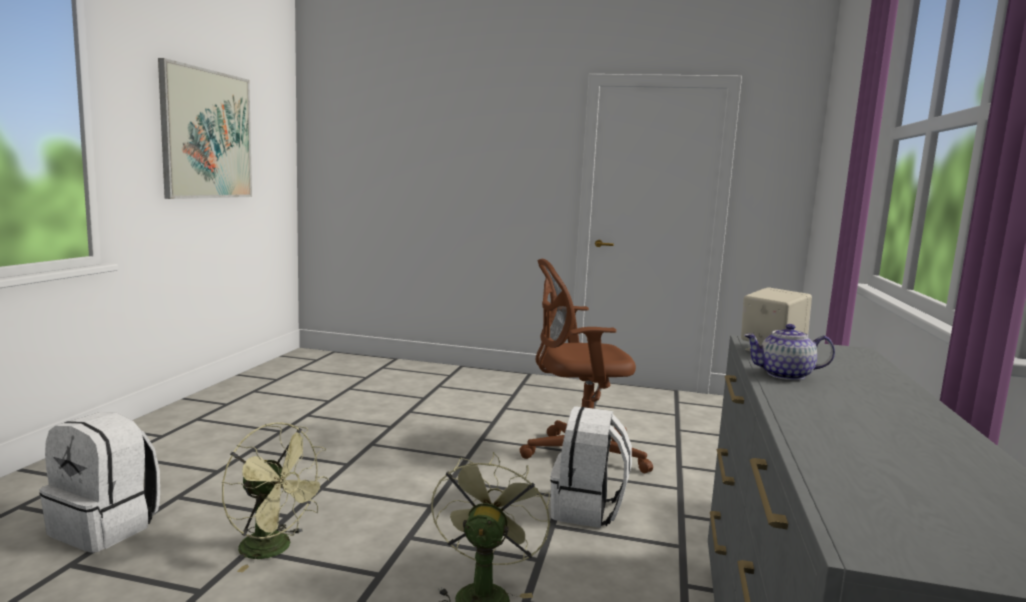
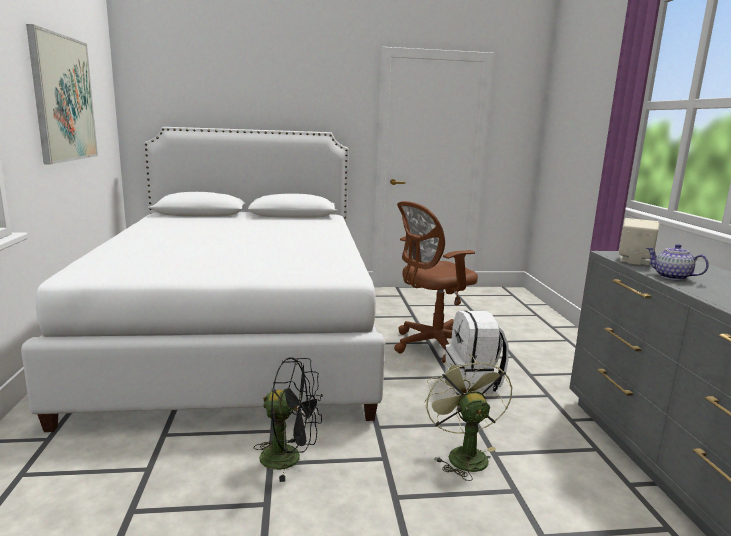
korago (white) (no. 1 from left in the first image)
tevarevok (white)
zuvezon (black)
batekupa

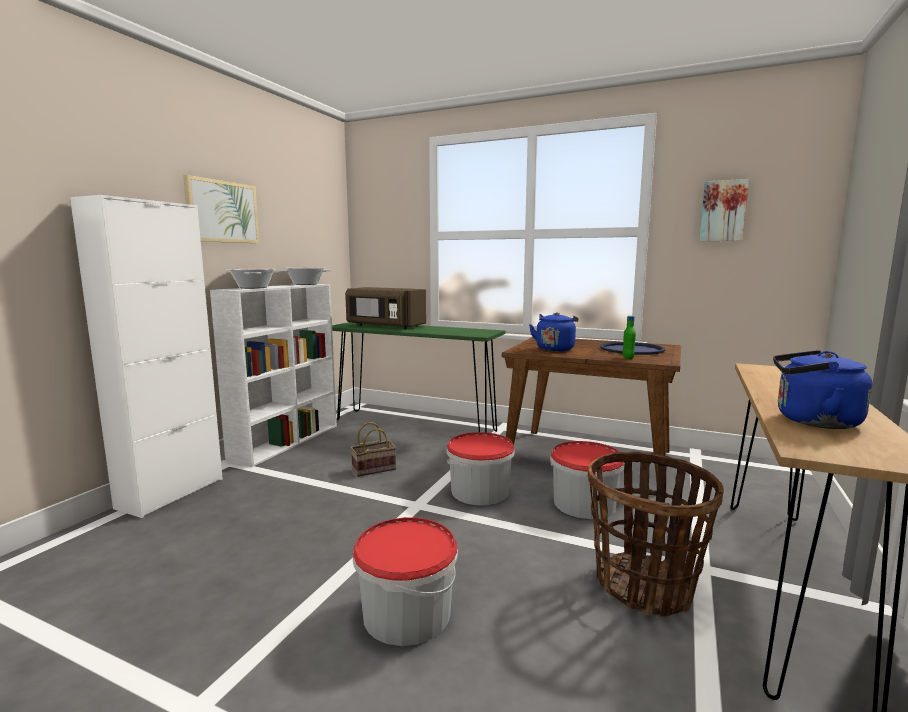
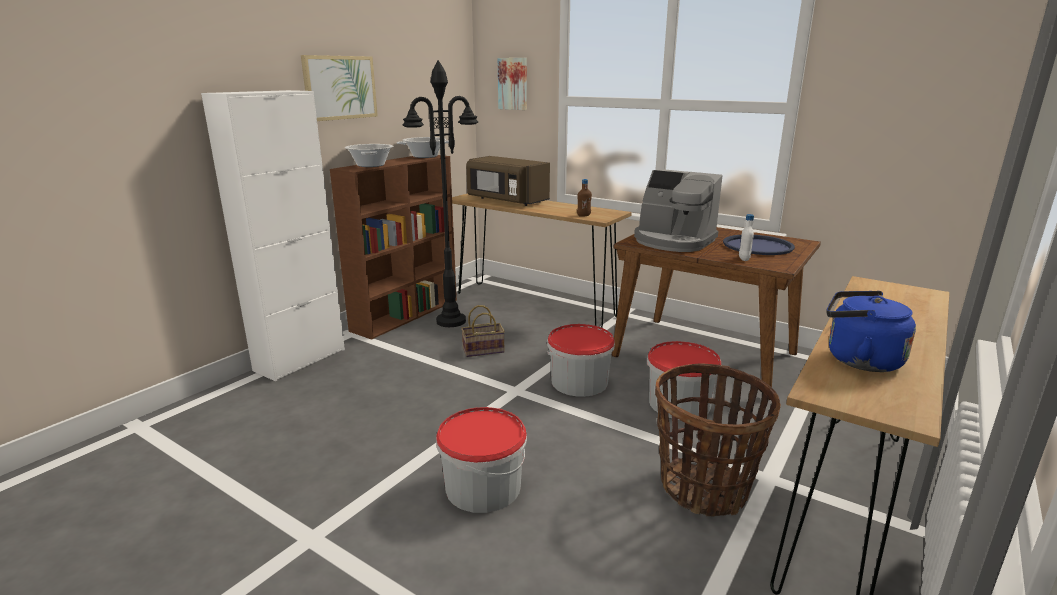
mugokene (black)
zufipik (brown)
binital (no. 2 from left)
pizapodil
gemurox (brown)
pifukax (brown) (no. 1 from left)
zufipik (white)

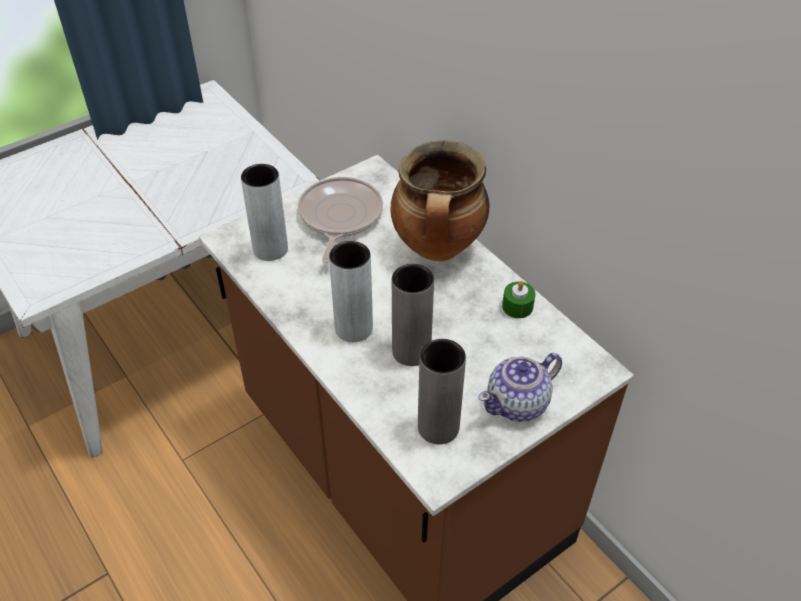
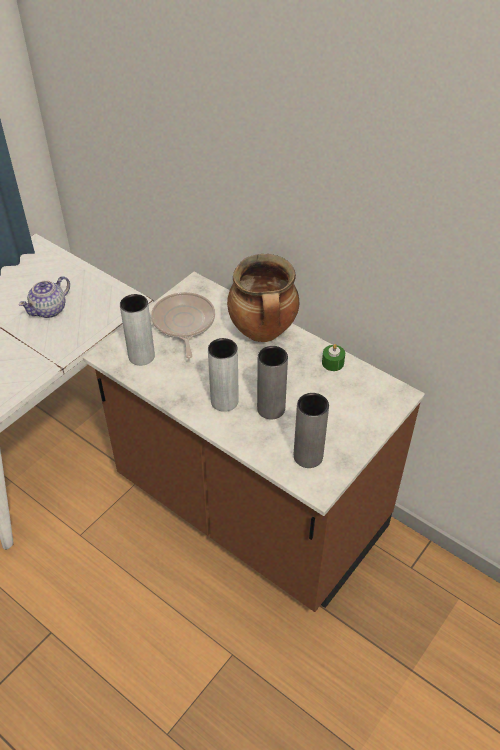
batekupa

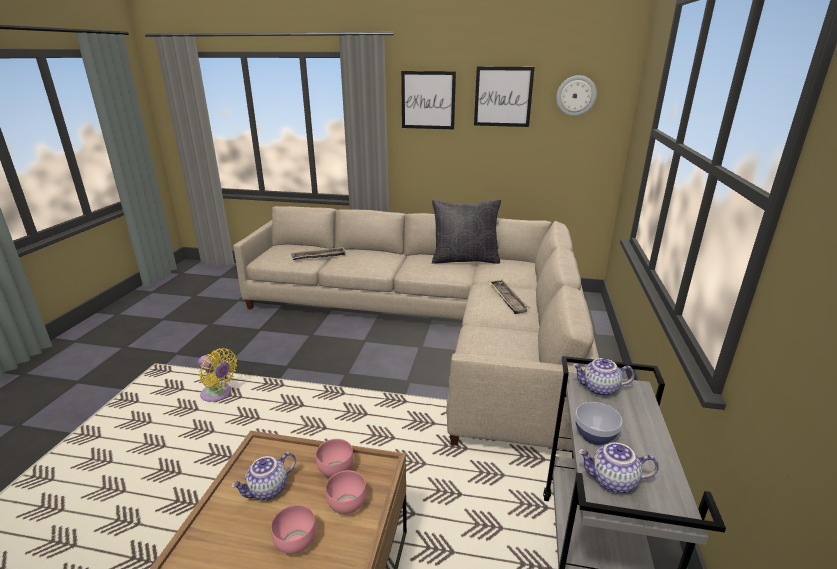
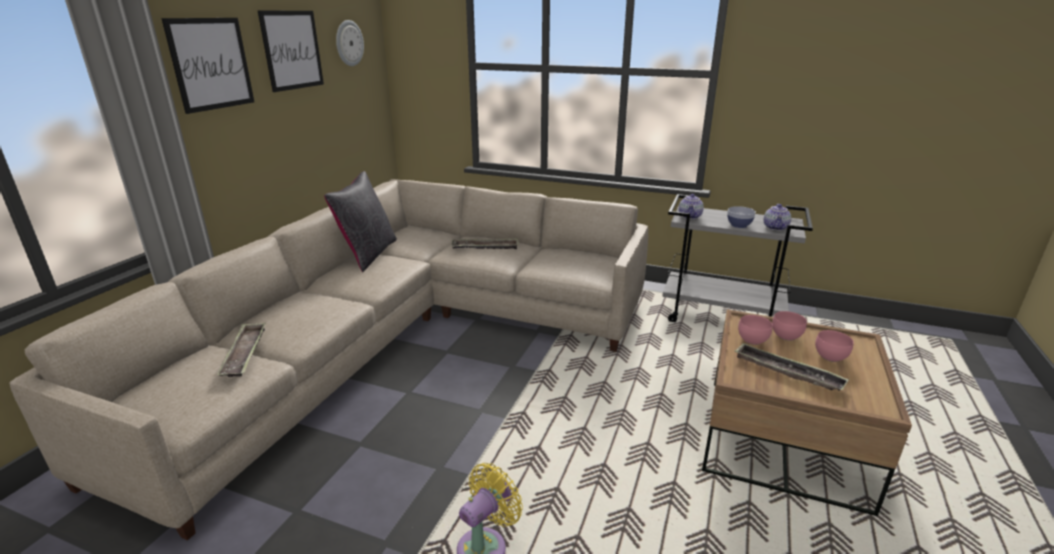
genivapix (no. 3 from left)

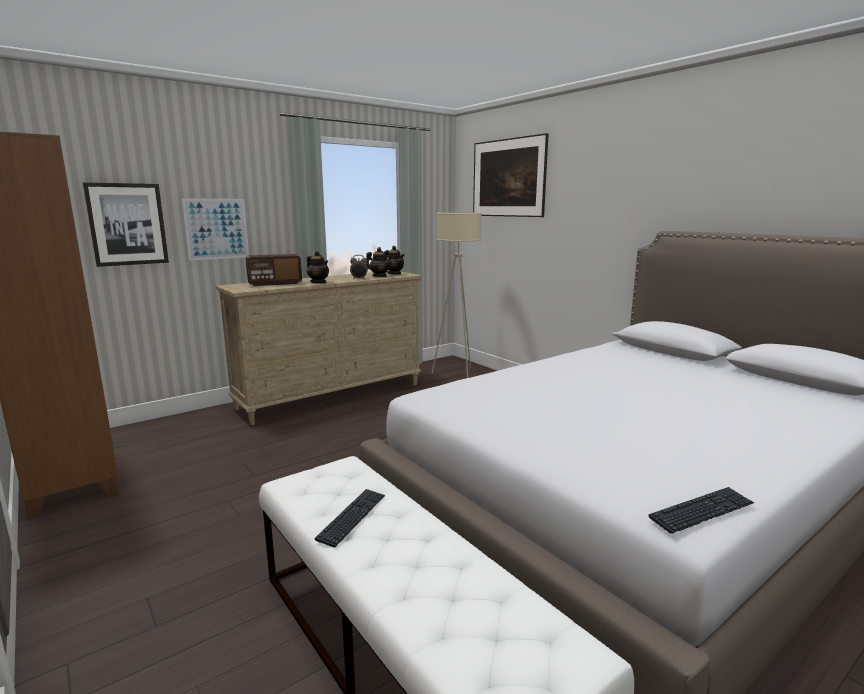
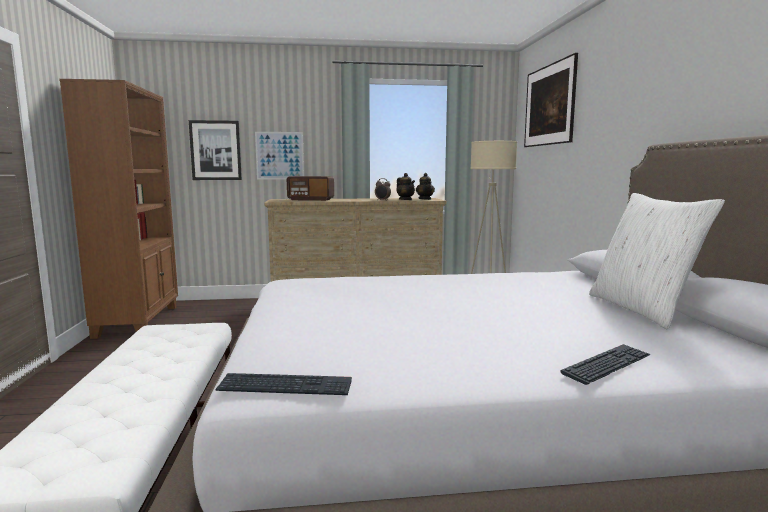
batekupa (no. 1 from left in the first image)
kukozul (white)
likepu (no. 2 from left)

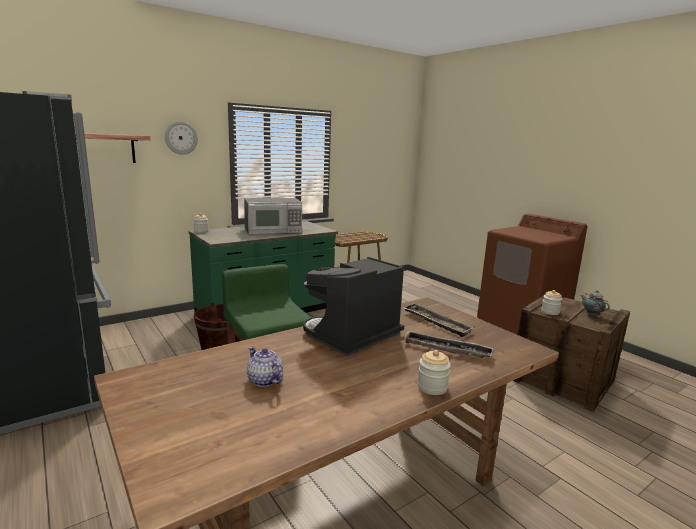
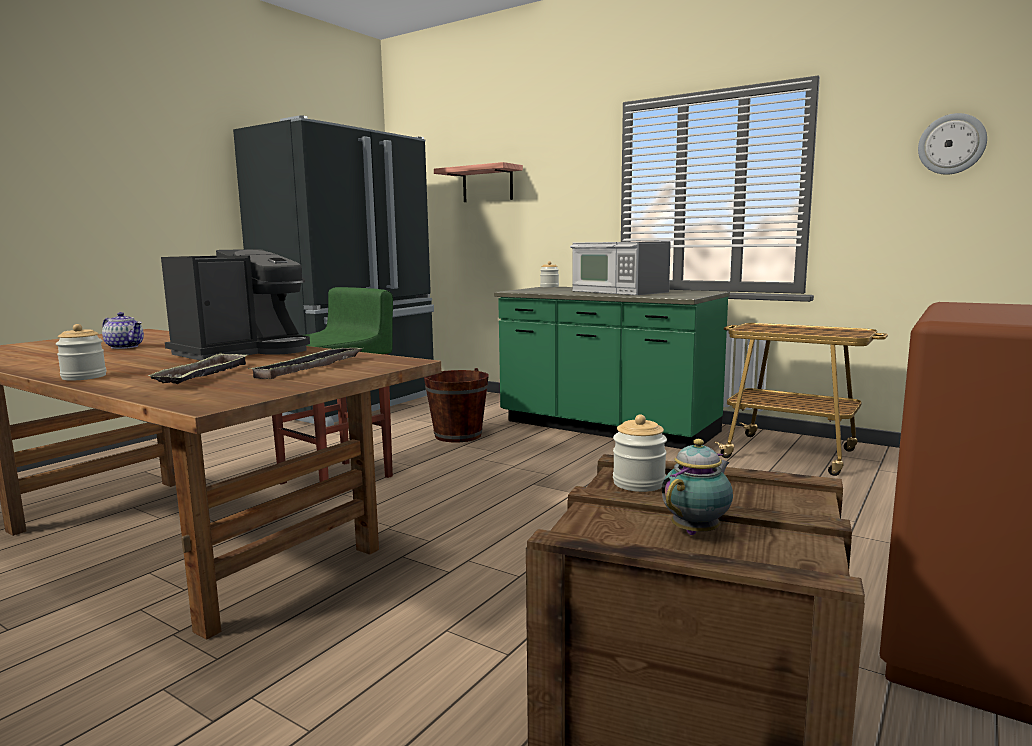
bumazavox
batekupa (no. 1 from left)
pizapodil

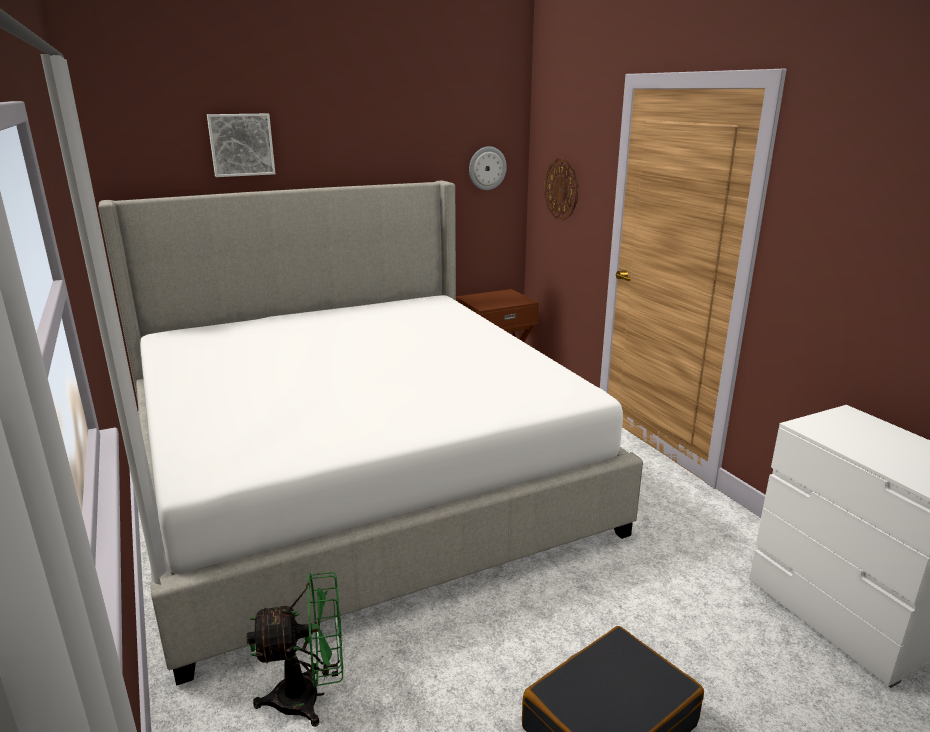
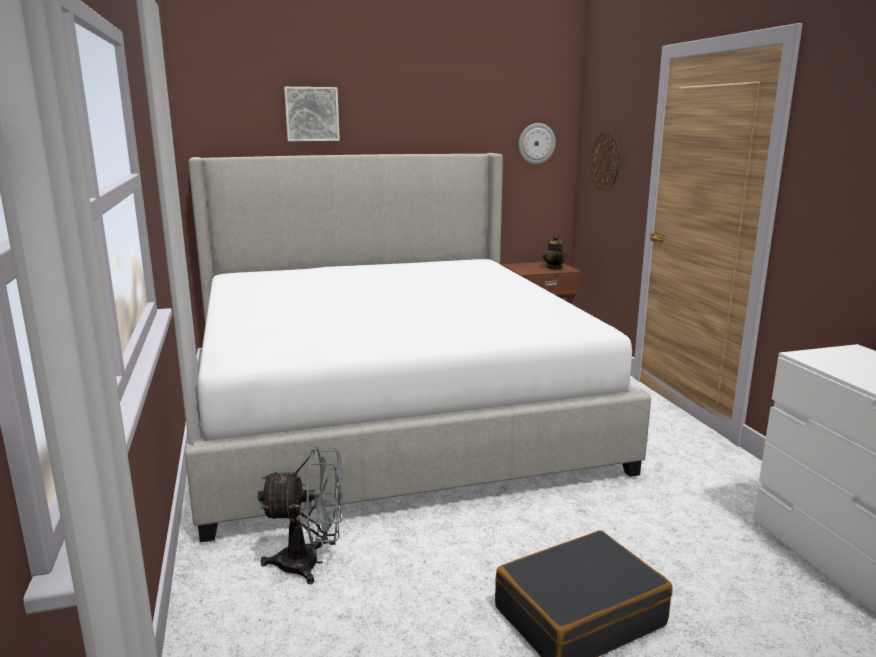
batekupa
zuvezon (grey)

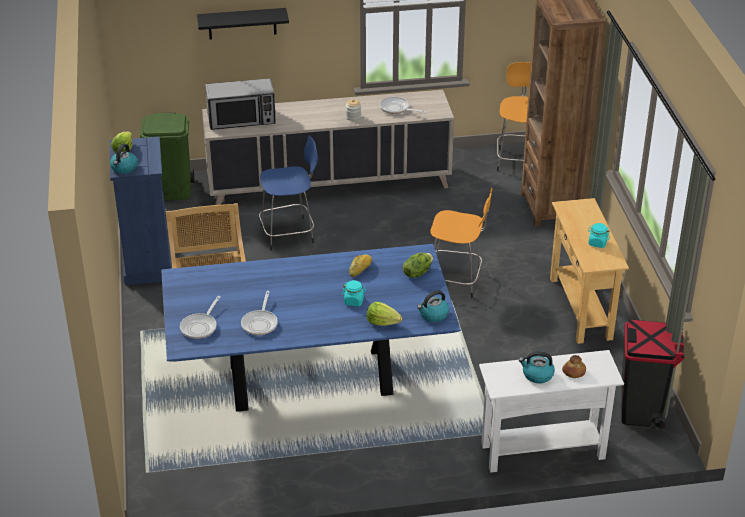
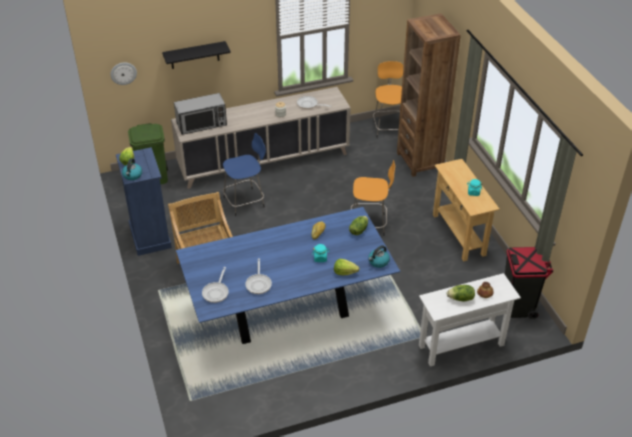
bumazavox
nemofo (no. 4 from left)

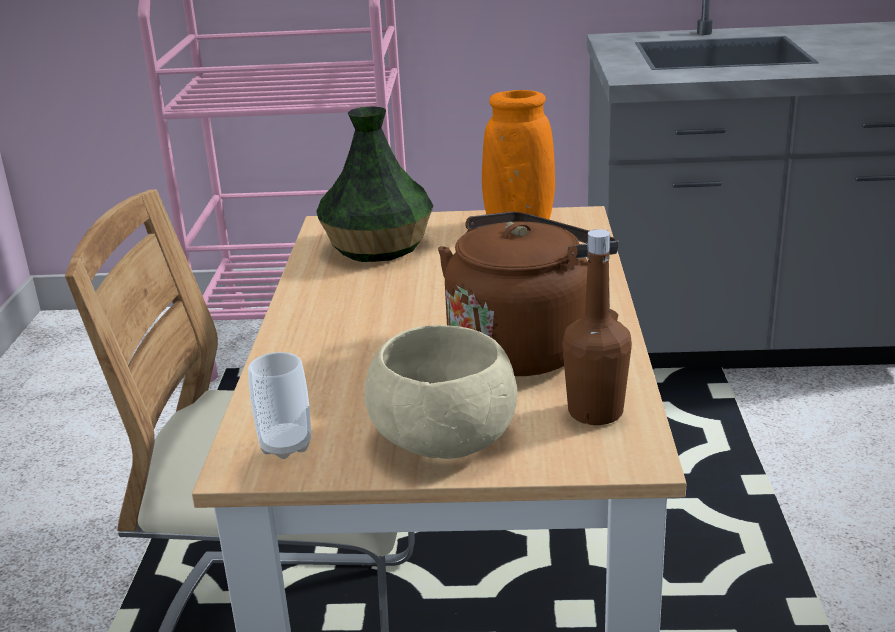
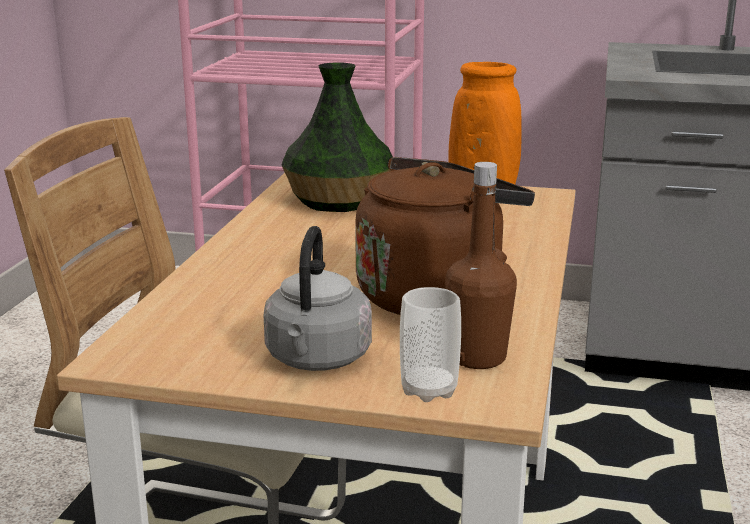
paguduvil
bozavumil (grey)

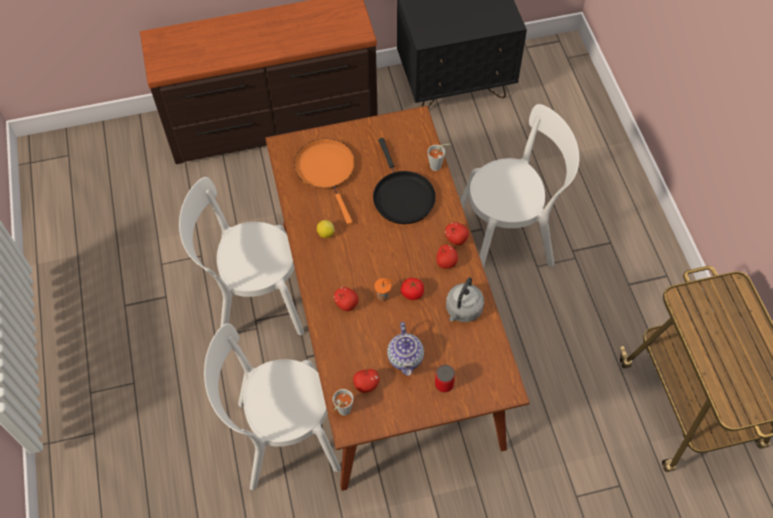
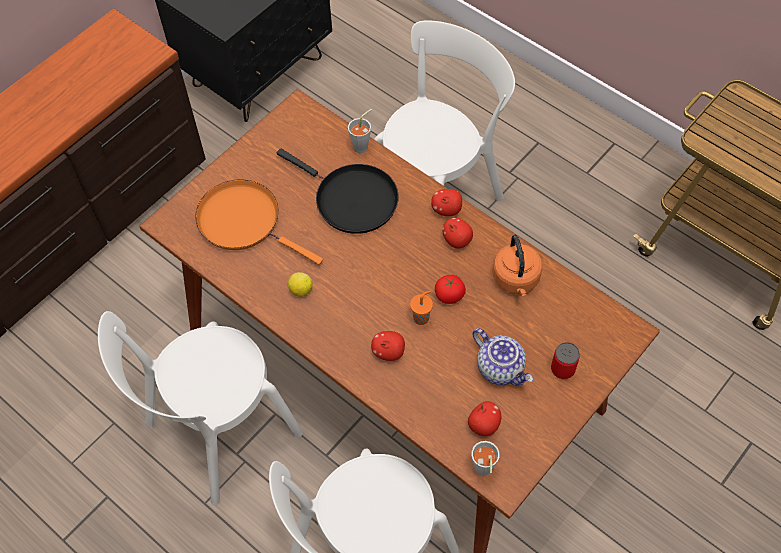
bozavumil (orange)

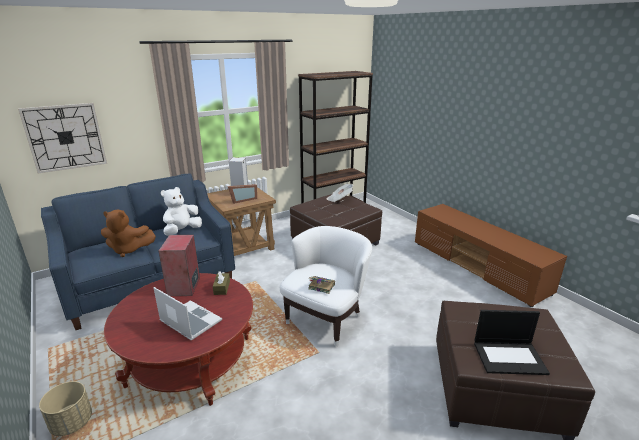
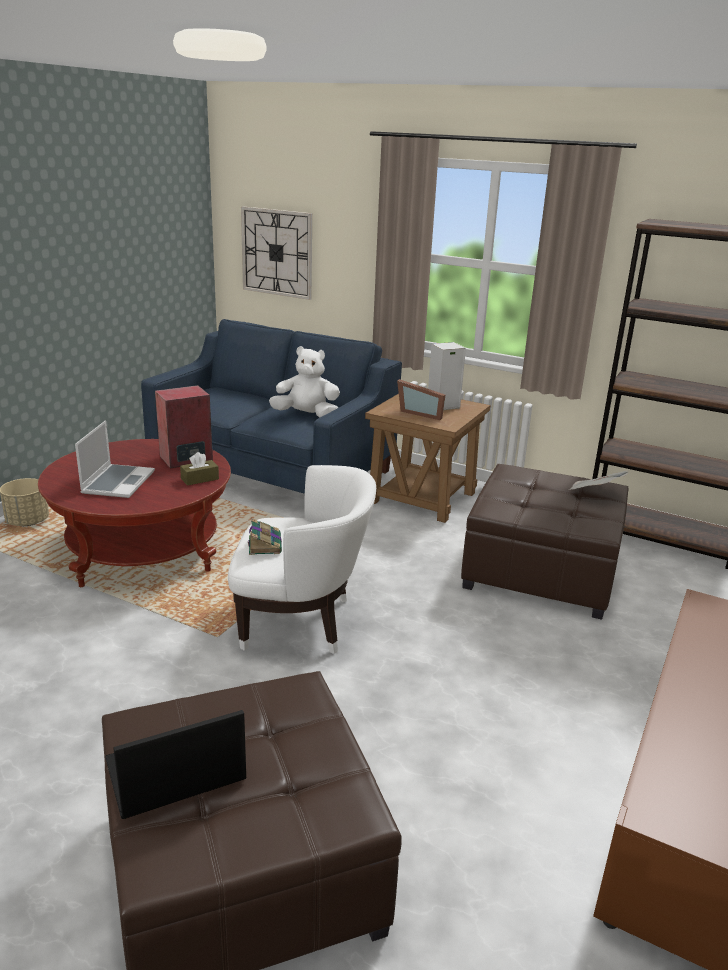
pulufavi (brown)
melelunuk (no. 2 from left)

